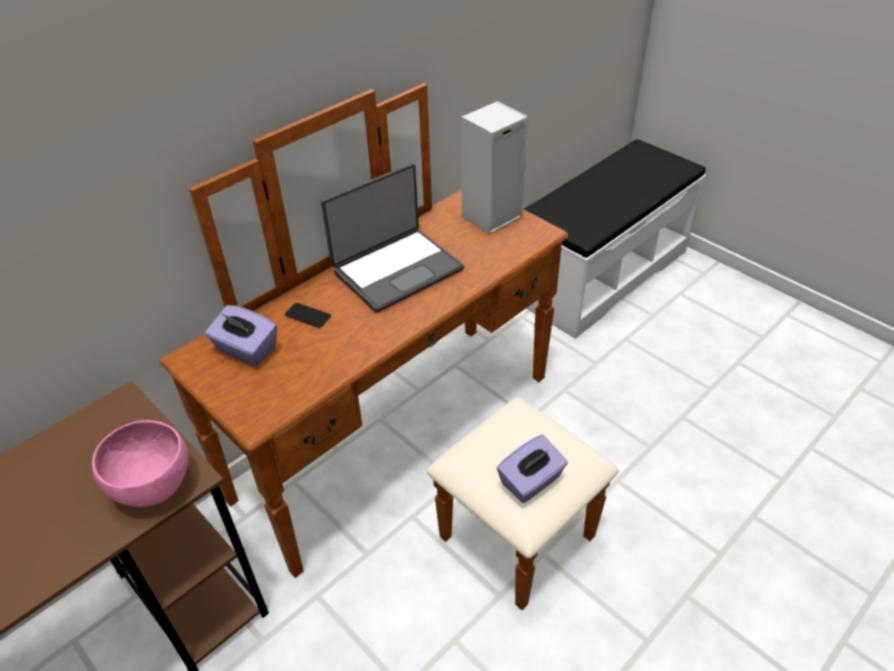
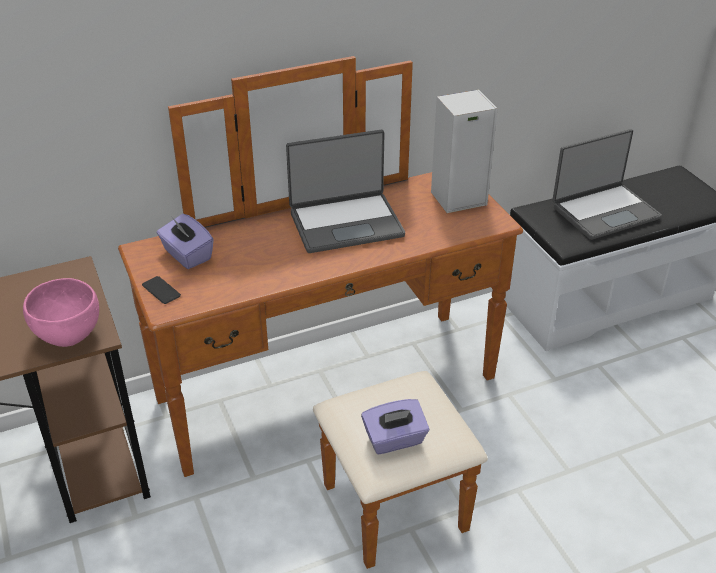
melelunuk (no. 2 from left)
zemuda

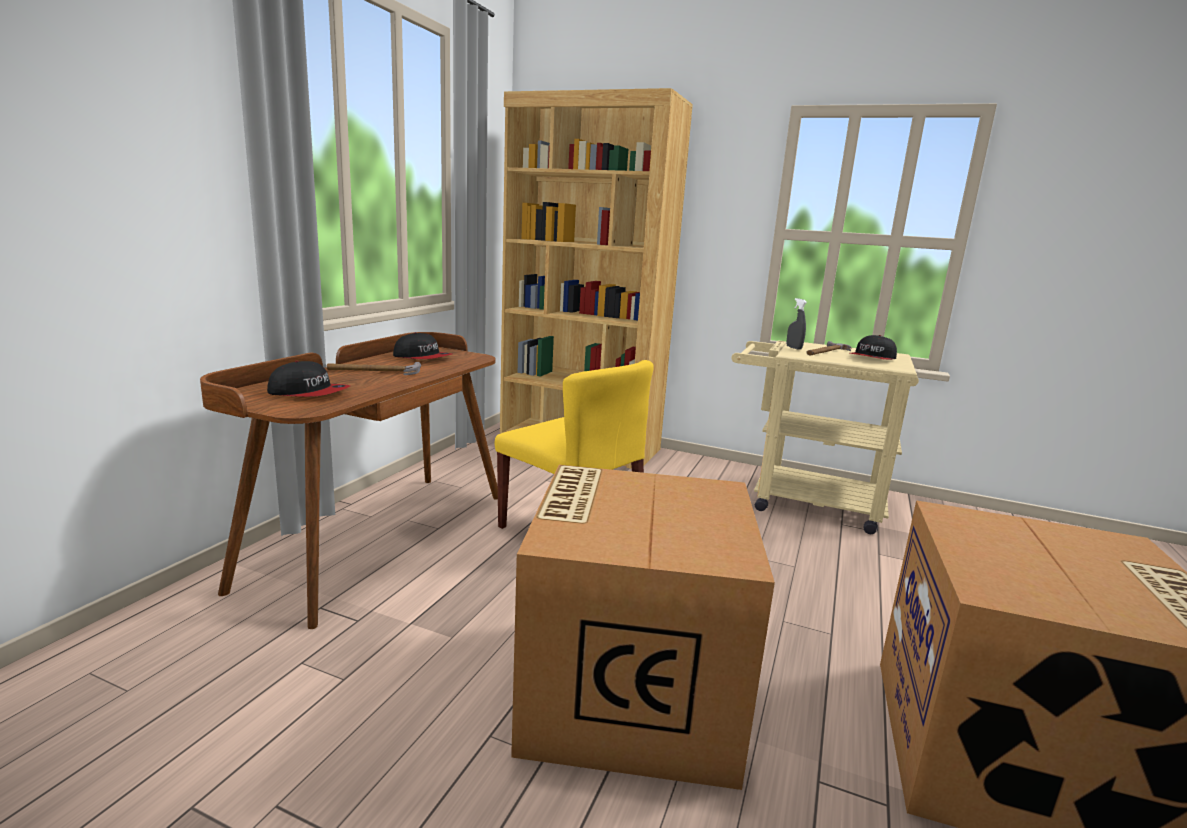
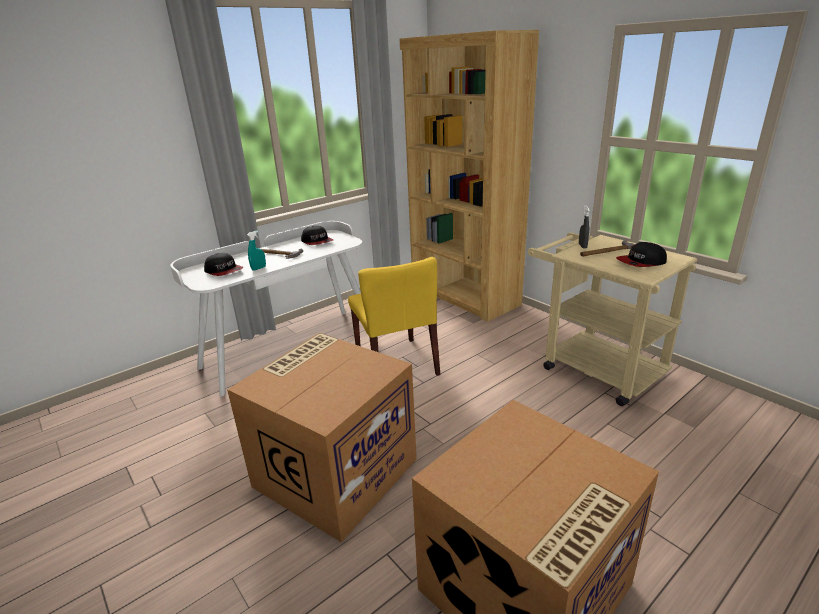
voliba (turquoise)
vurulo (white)

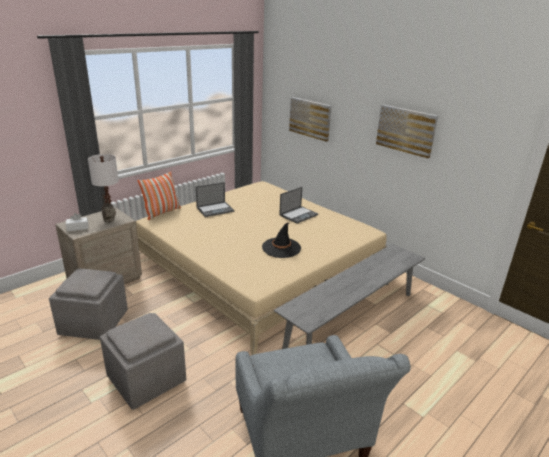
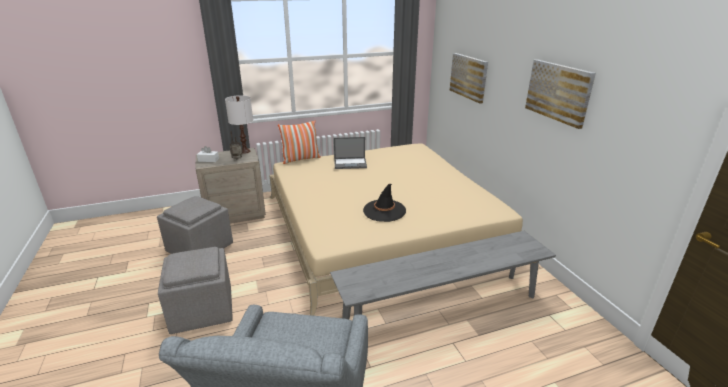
melelunuk (no. 2 from left in the first image)

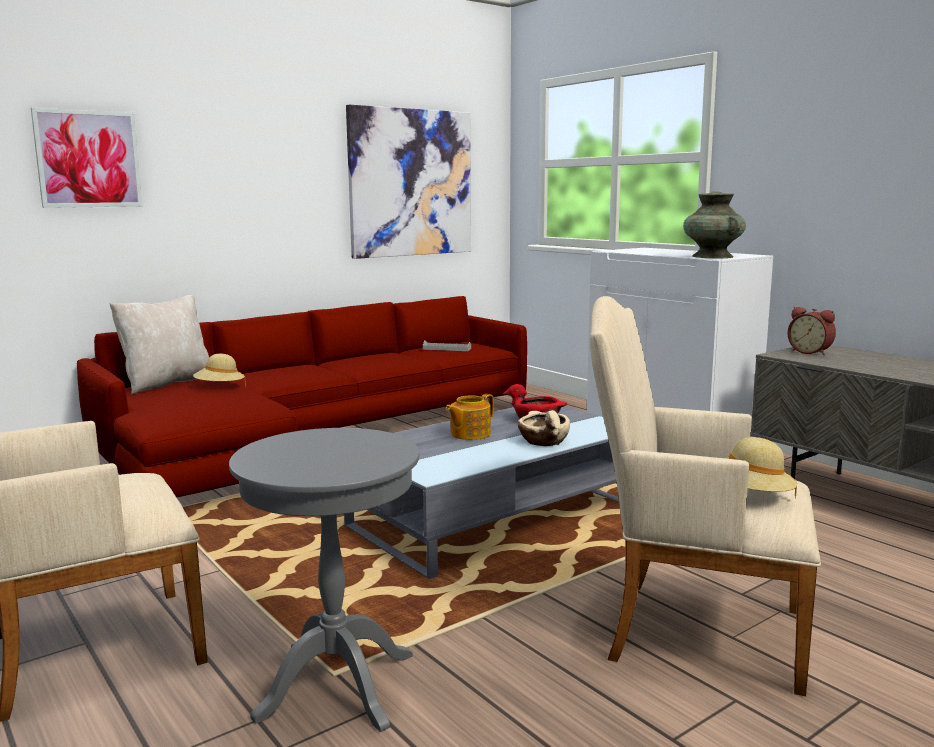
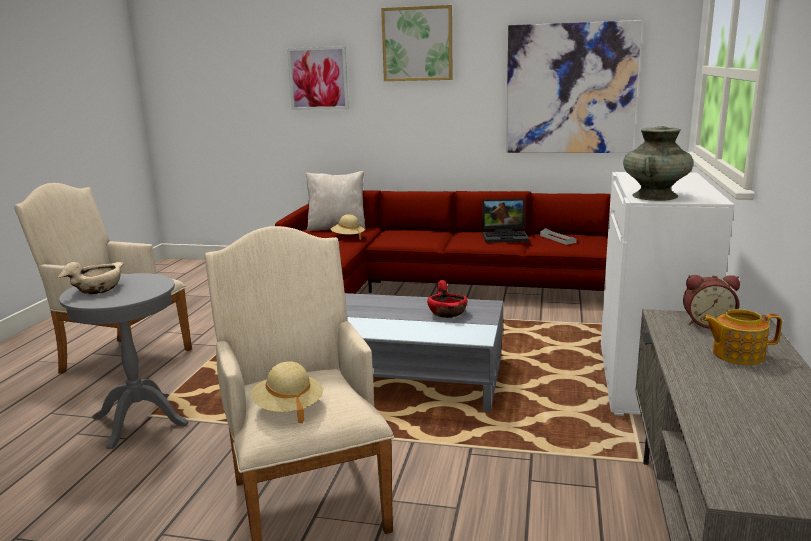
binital (no. 2 from left)
melelunuk
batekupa
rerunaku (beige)
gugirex

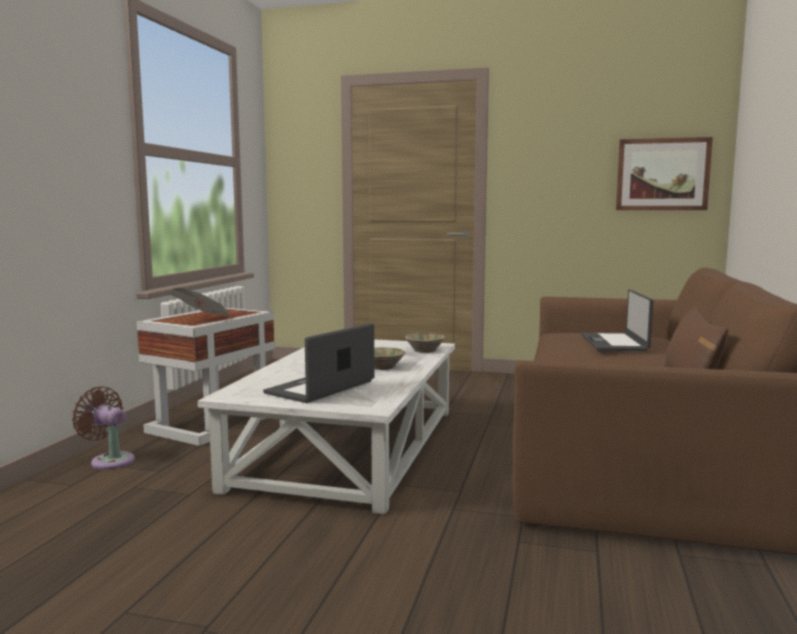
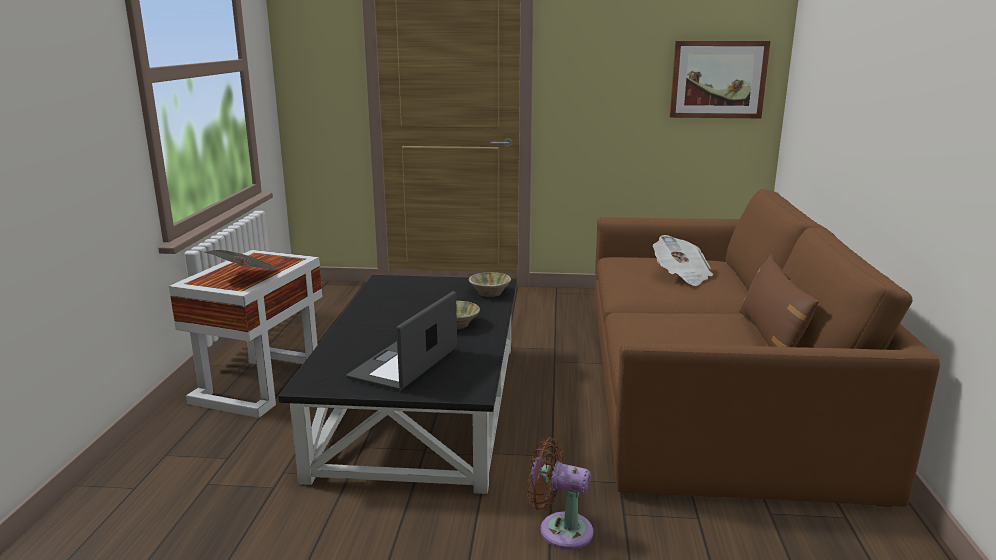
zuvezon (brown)
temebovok (no. 2 from left)
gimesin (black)

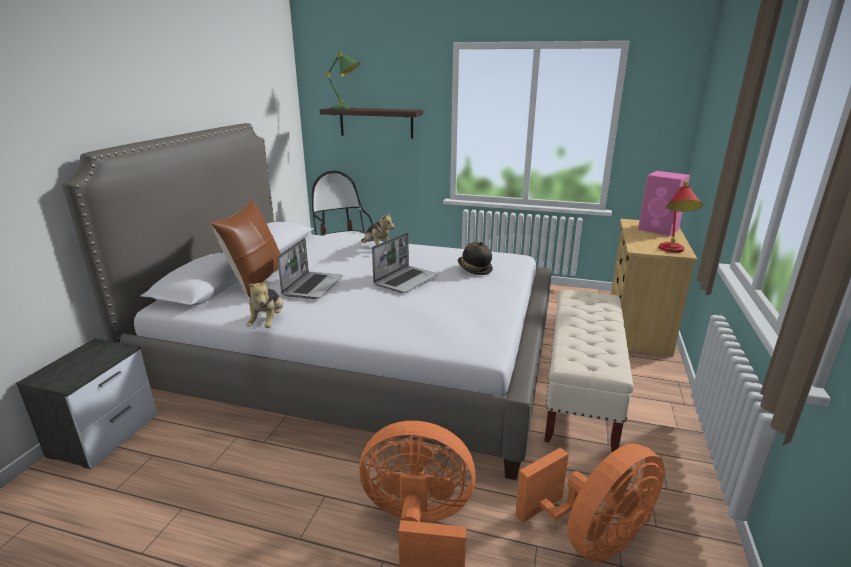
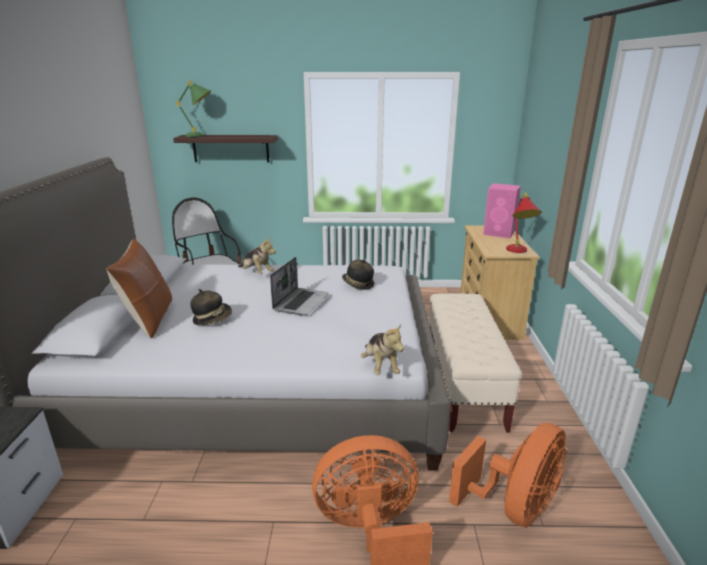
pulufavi (no. 2 from left)
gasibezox (no. 1 from left)

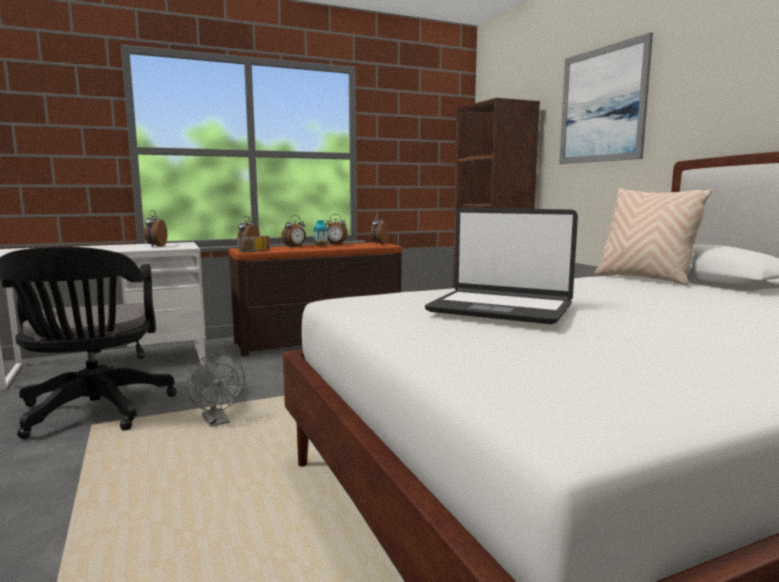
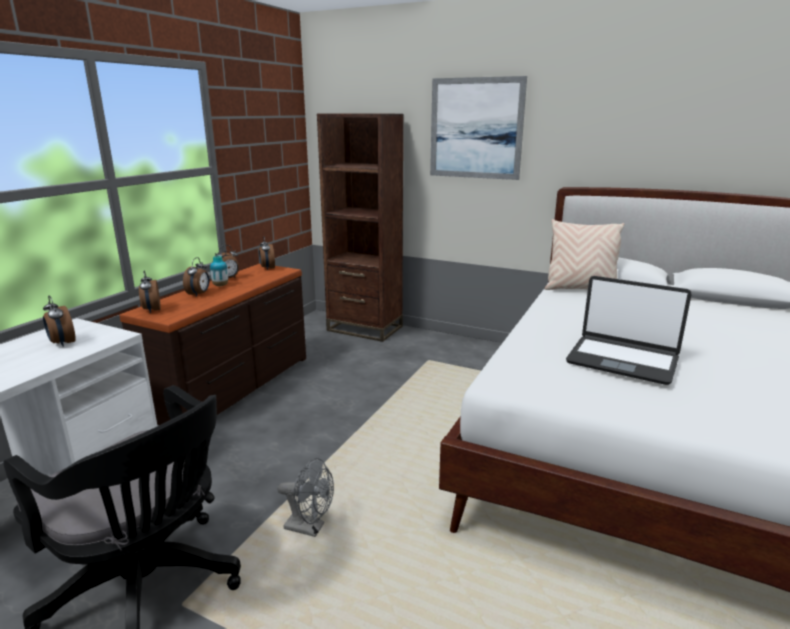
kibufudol
melelunuk

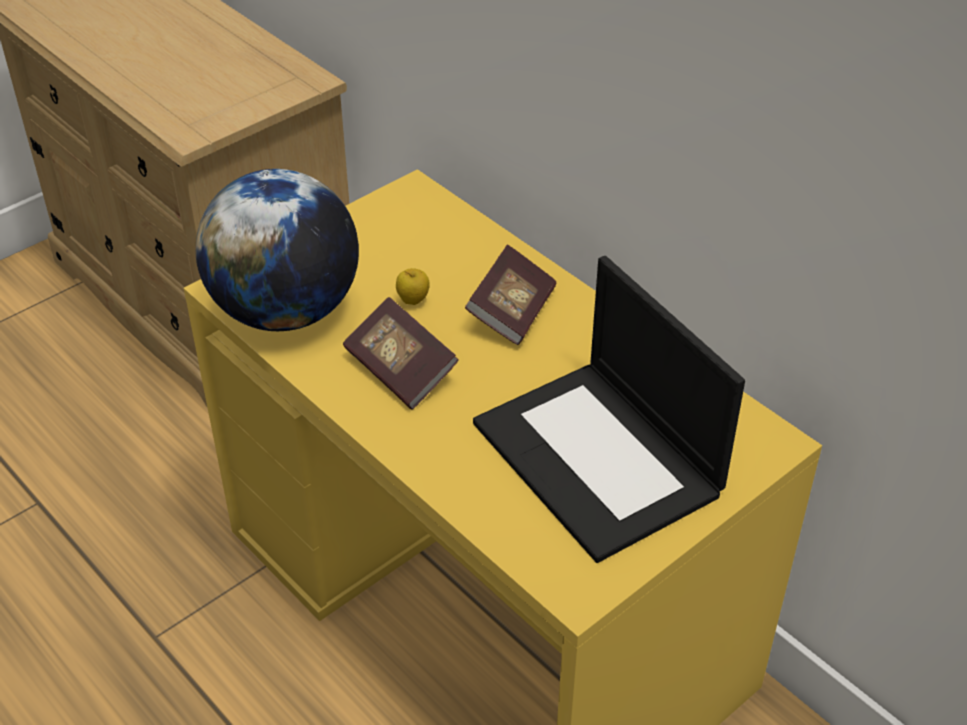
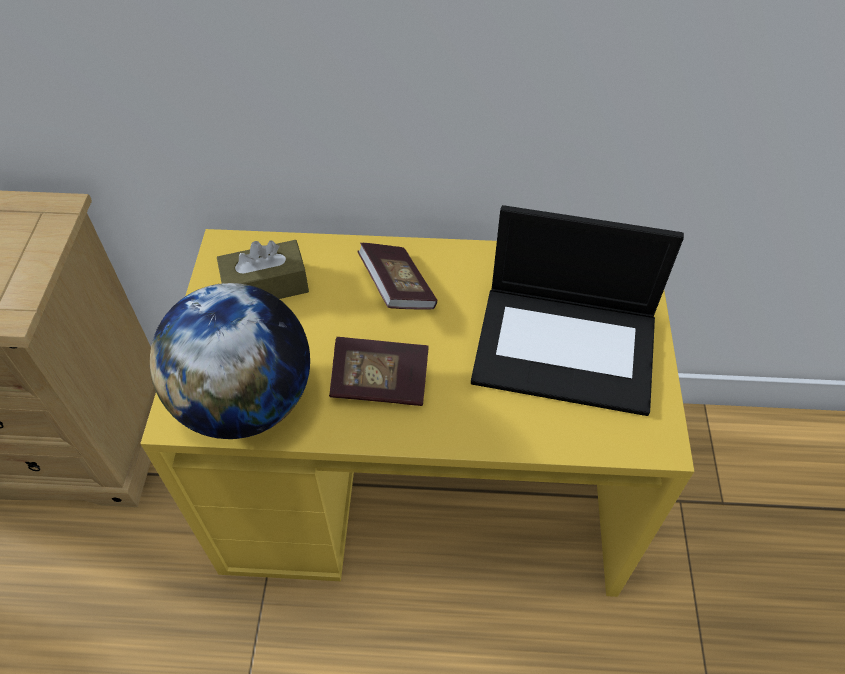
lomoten
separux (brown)

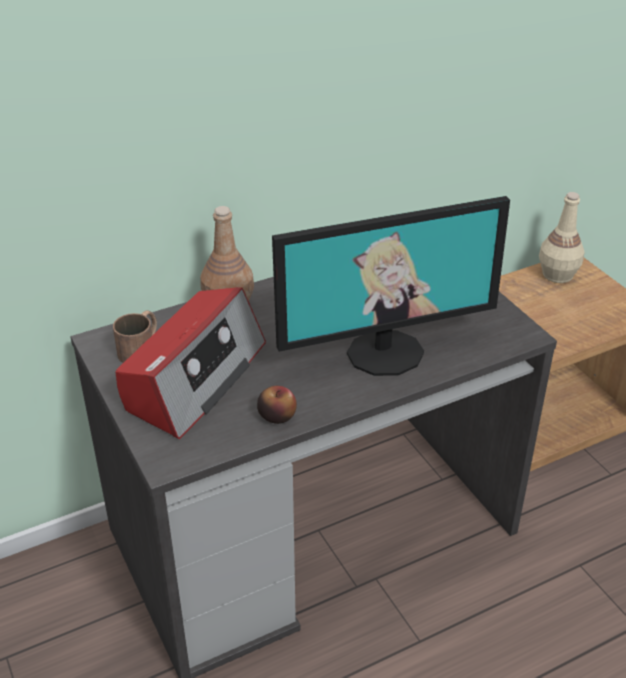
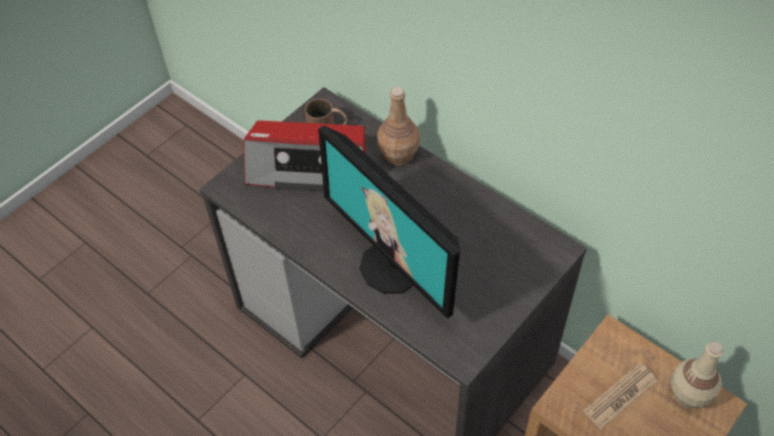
lomoten
temebovok

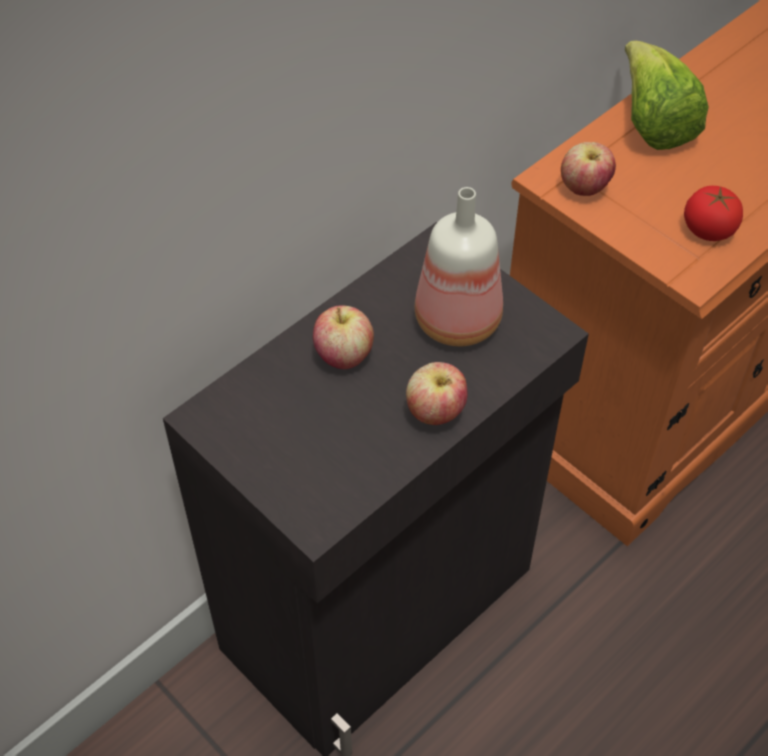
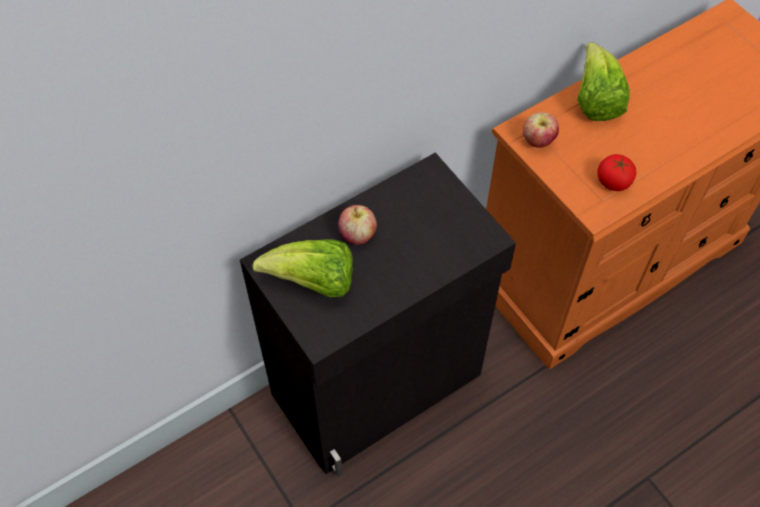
lomoten (no. 2 from left in the first image)
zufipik
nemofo (no. 1 from left)

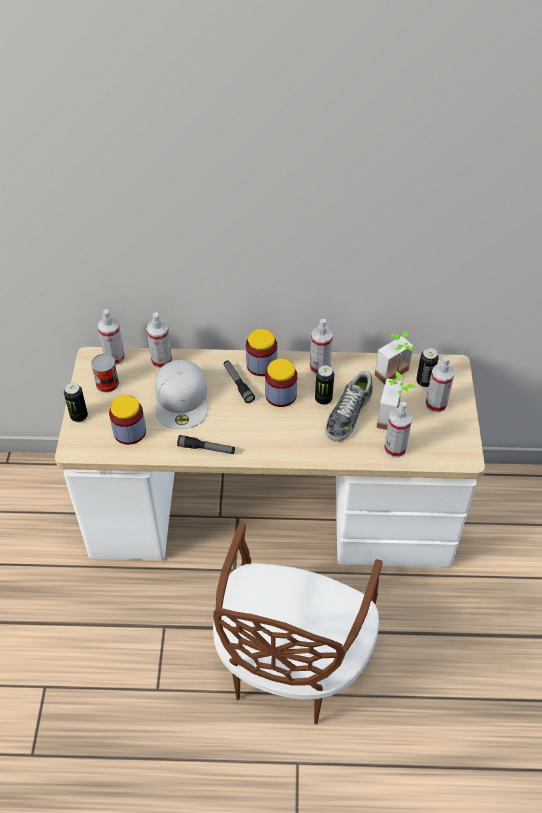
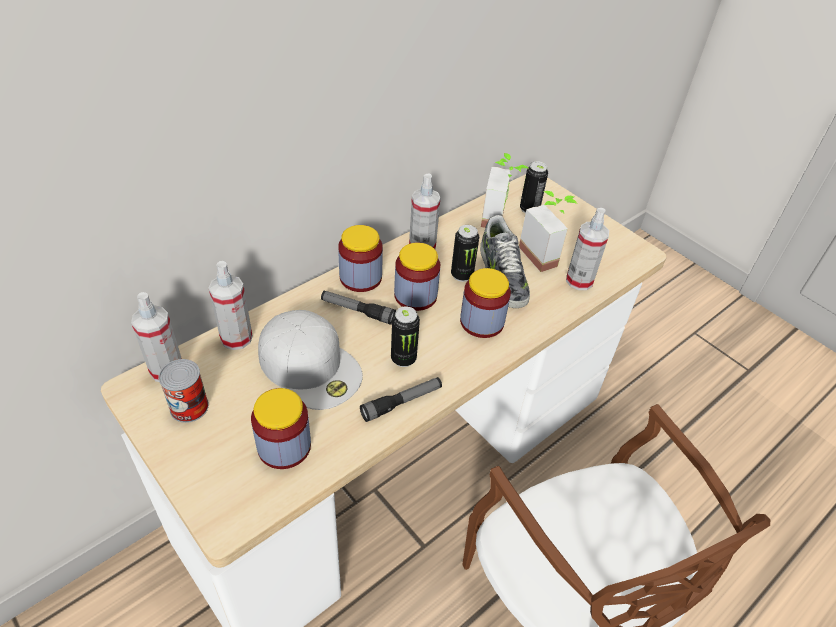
voliba (no. 5 from left in the first image)
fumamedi (no. 4 from left)
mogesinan (no. 2 from left)

